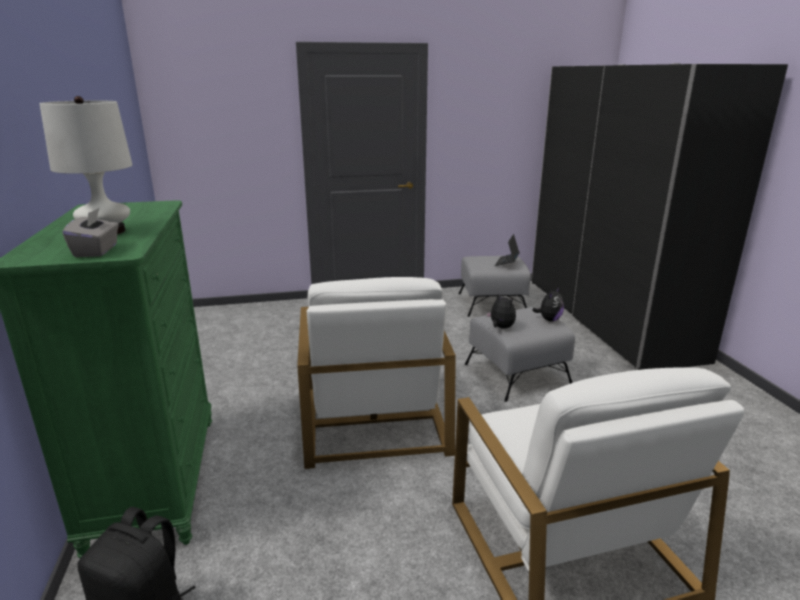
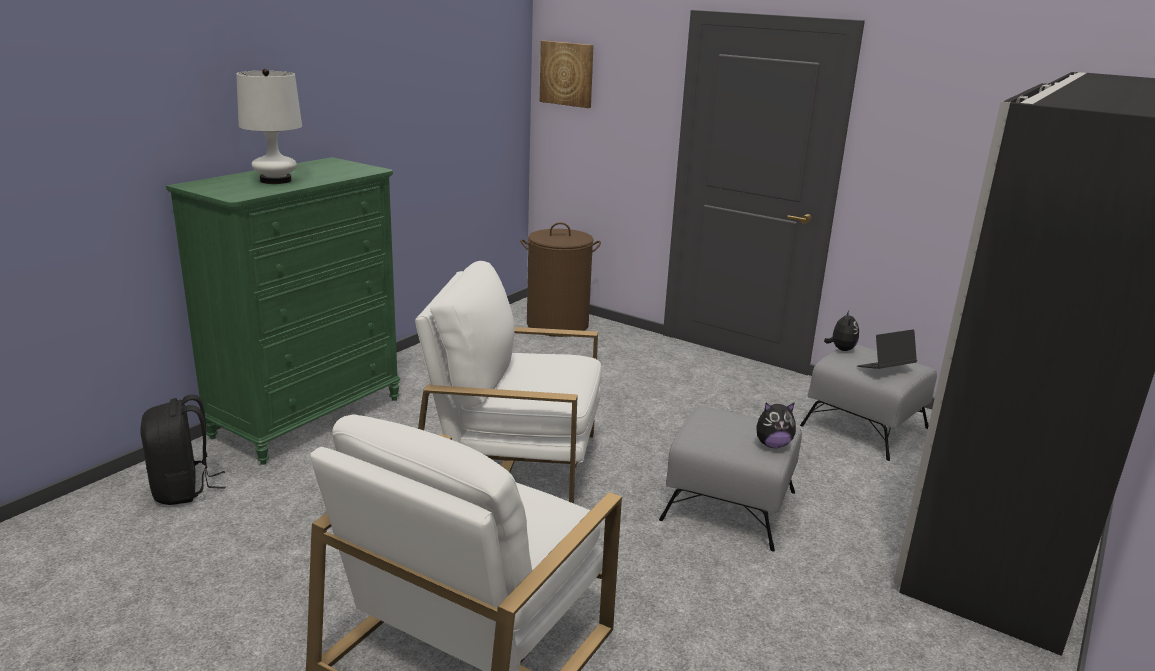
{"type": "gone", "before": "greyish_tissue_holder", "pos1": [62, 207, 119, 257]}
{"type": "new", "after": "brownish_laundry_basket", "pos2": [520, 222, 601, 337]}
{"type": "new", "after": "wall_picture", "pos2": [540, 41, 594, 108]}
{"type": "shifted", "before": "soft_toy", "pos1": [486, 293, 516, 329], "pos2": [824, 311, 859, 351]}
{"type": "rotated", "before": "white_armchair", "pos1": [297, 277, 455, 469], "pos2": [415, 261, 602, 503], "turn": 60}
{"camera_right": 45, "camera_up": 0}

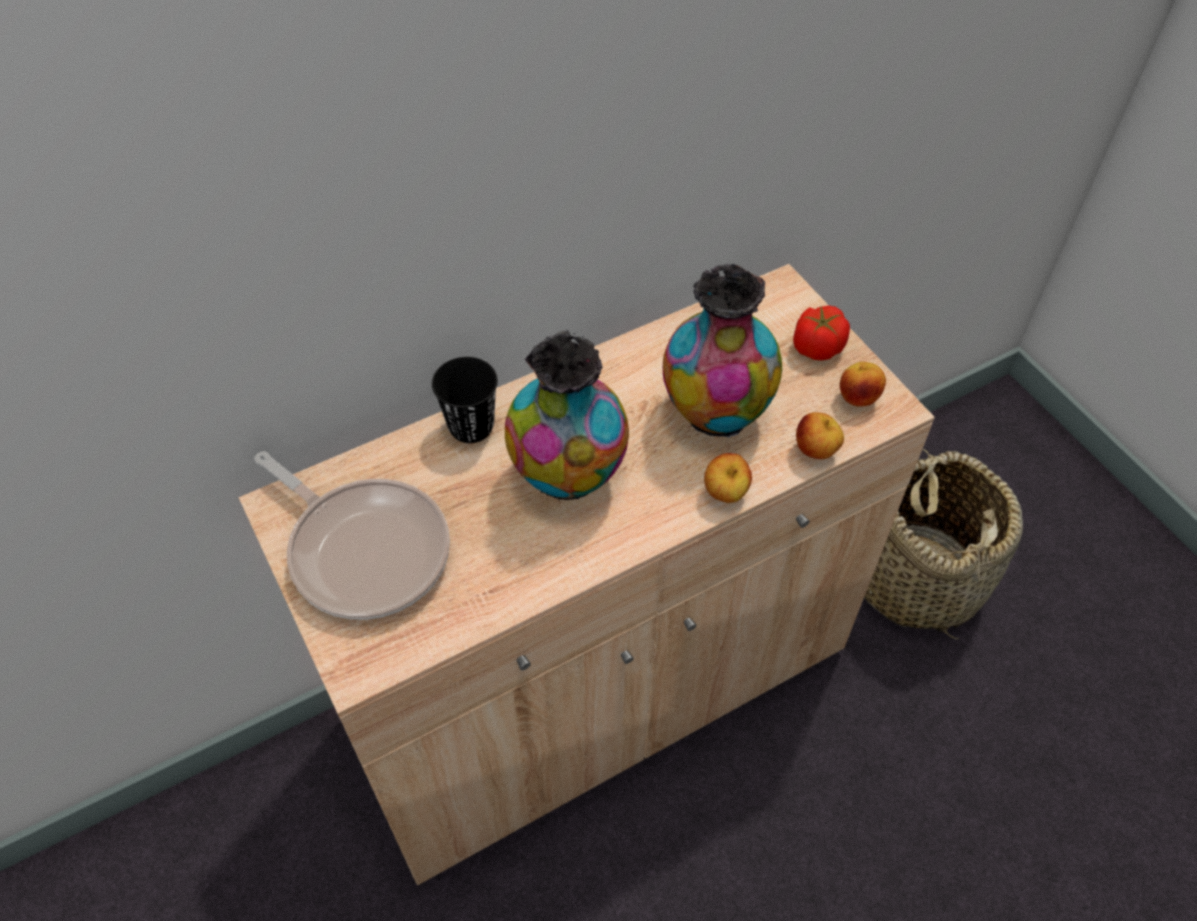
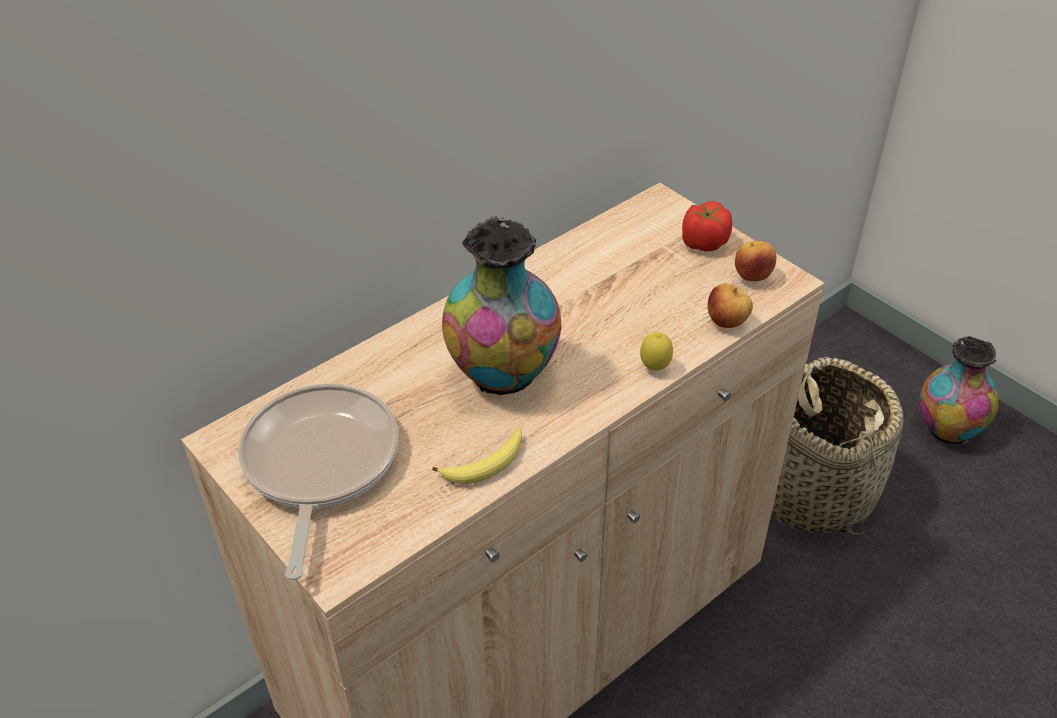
{"type": "gone", "before": "black-coloured_cup", "pos1": [432, 357, 498, 443]}
{"type": "new", "after": "banana_fruit", "pos2": [432, 427, 522, 484]}
{"type": "shifted", "before": "flower_vase", "pos1": [663, 264, 782, 438], "pos2": [920, 336, 999, 444]}
{"type": "swapped", "before": "apple_fruit", "after": "whole_lemon", "pos1": [704, 453, 752, 503], "pos2": [640, 332, 673, 371]}
{"type": "rotated", "before": "pan", "pos1": [254, 451, 450, 620], "pos2": [238, 383, 399, 580], "turn": -120}
{"camera_right": -10, "camera_up": -10}

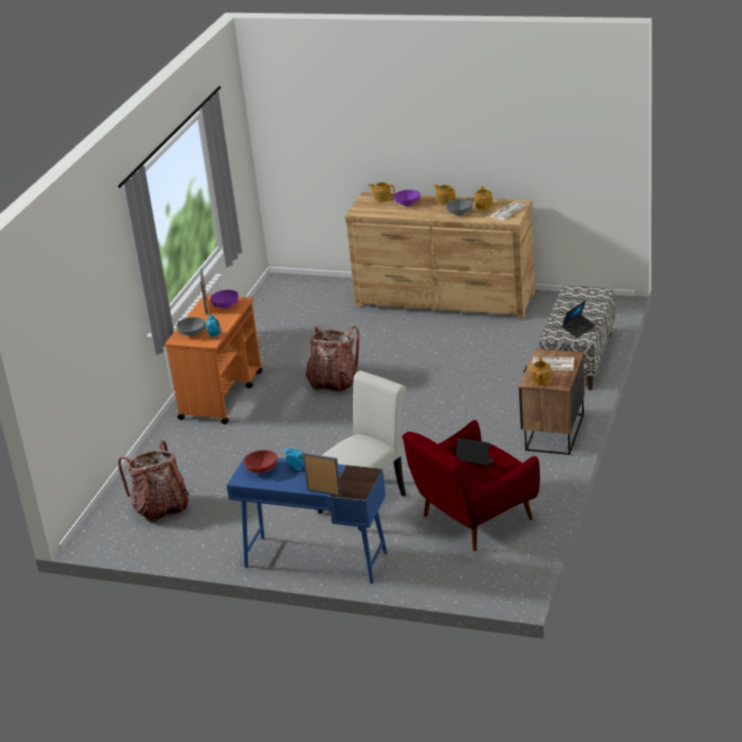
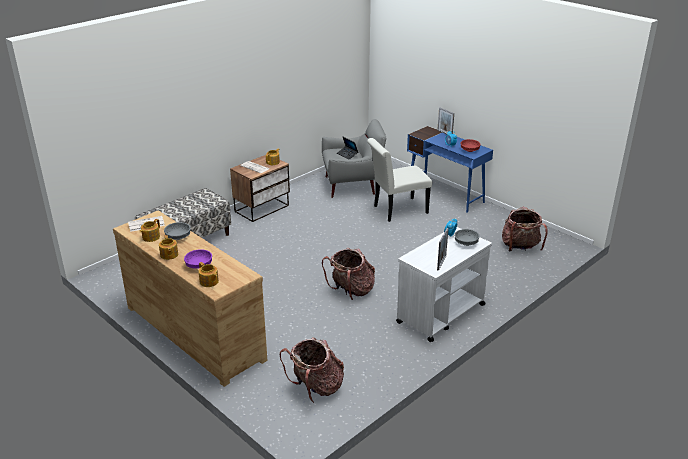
{"type": "gone", "before": "purple_bowl", "pos1": [210, 290, 238, 308]}
{"type": "gone", "before": "notebook_computer", "pos1": [562, 300, 595, 338]}
{"type": "new", "after": "knapsack", "pos2": [280, 337, 344, 403]}
{"type": "repainted", "before": "orangey_trolley", "after": "white_trolley", "pos1": [165, 294, 263, 424], "pos2": [396, 227, 492, 342]}
{"type": "repainted", "before": "reddish_armchair", "after": "greyish_armchair", "pos1": [402, 420, 540, 551], "pos2": [322, 119, 387, 198]}
{"camera_right": -155, "camera_up": 0}

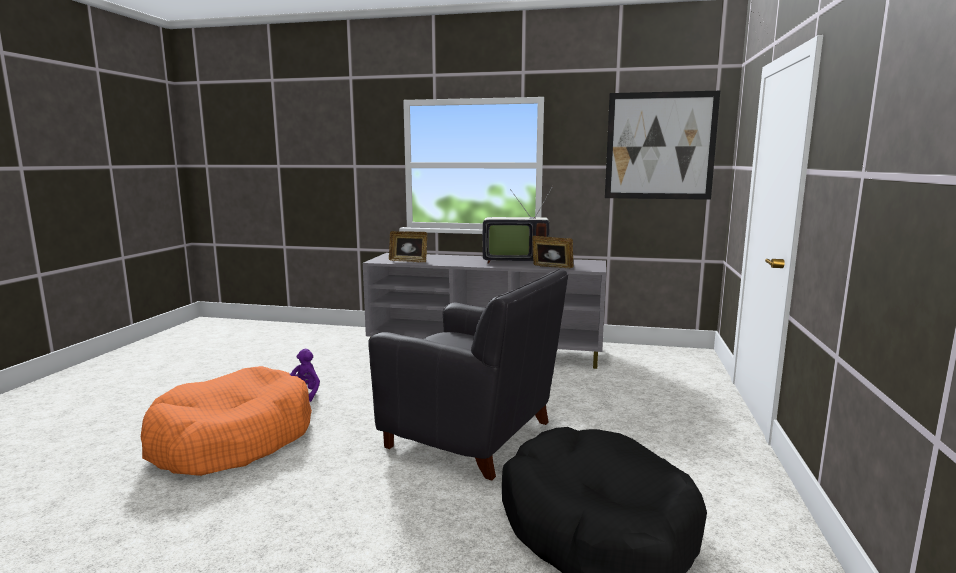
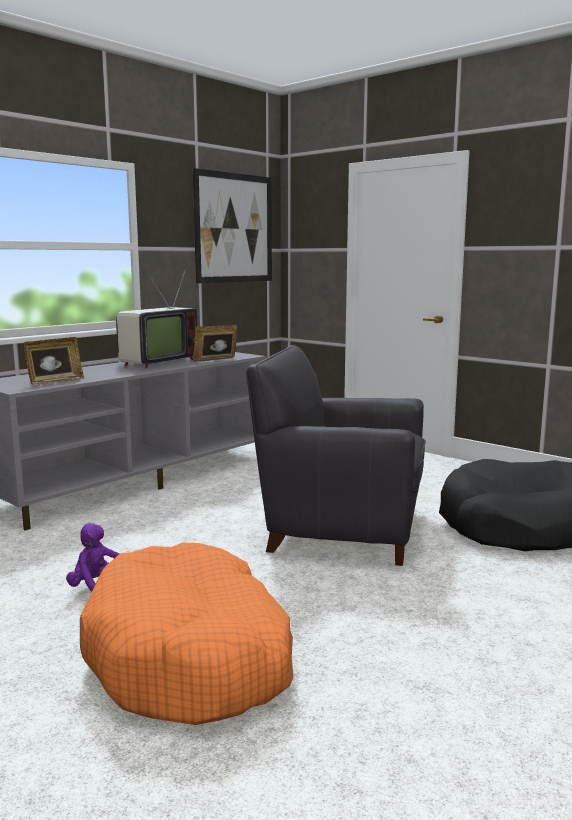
{"type": "rotated", "before": "black-coloured_armchair", "pos1": [368, 269, 568, 481], "pos2": [246, 345, 426, 566], "turn": -135}
{"camera_right": -60, "camera_up": 0}

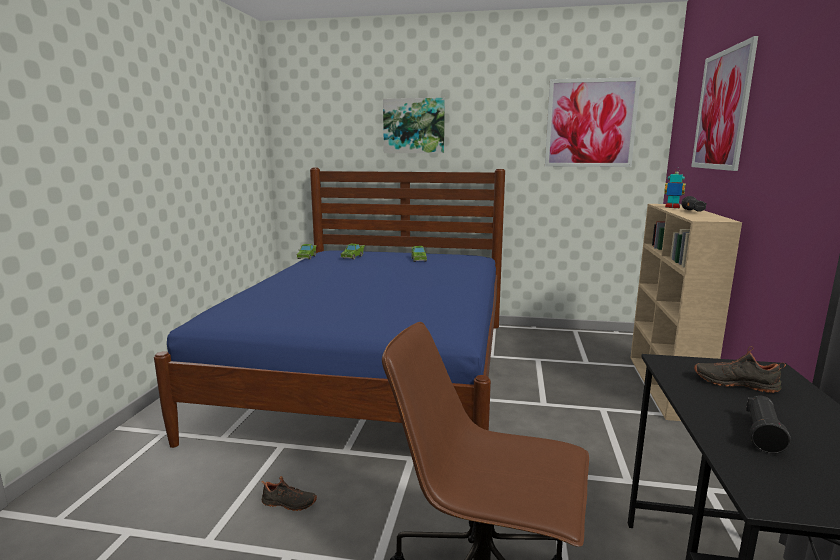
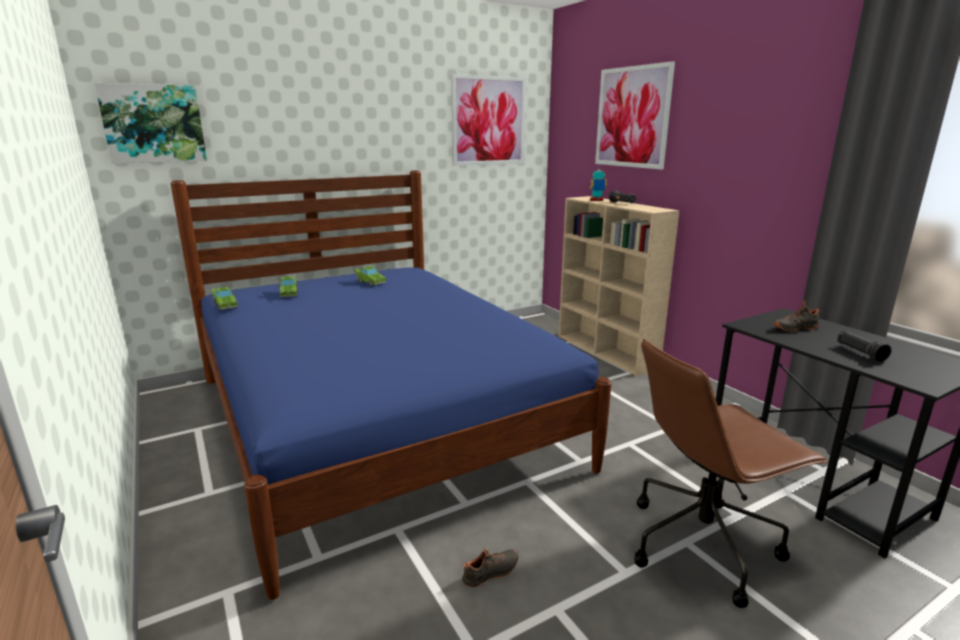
{"type": "shifted", "before": "wall_picture", "pos1": [383, 98, 445, 153], "pos2": [94, 83, 207, 164]}
{"camera_right": -40, "camera_up": 5}

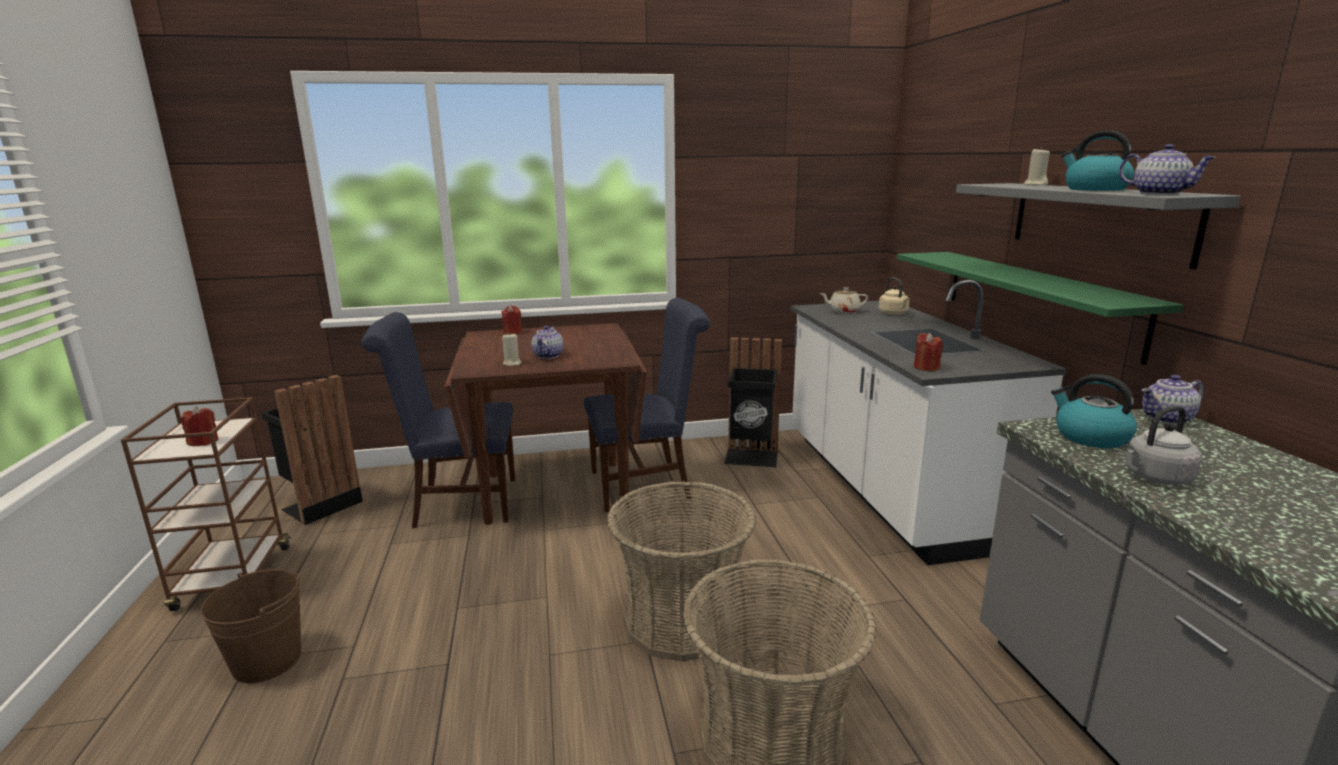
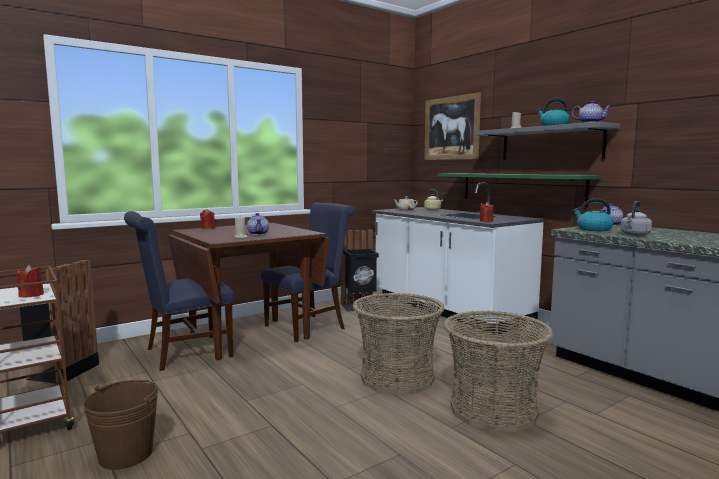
{"type": "new", "after": "wall_picture", "pos2": [424, 92, 481, 160]}
{"camera_right": -25, "camera_up": -10}

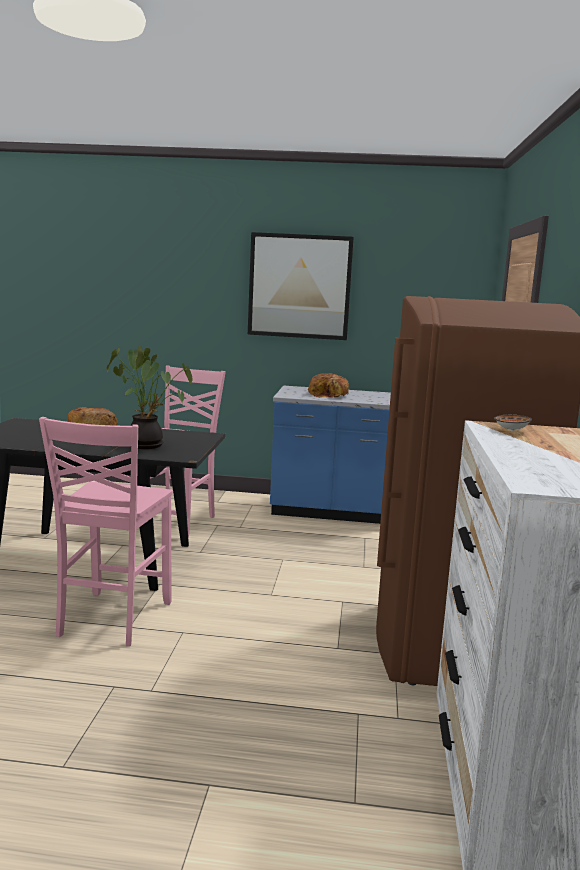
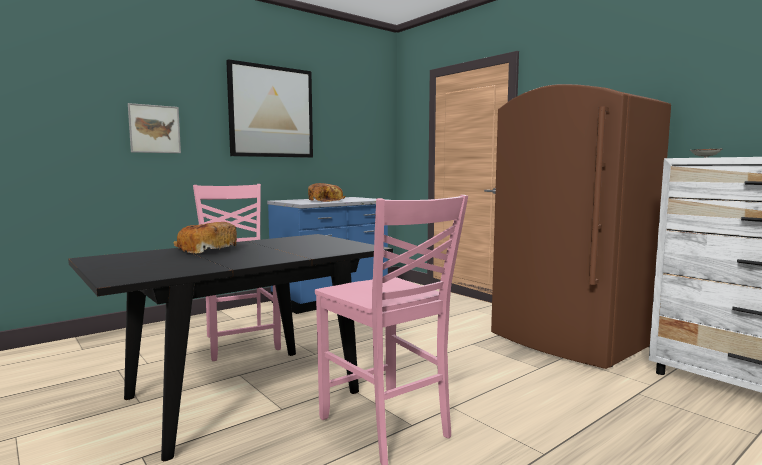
{"type": "gone", "before": "plant_in_a_pot", "pos1": [106, 346, 192, 449]}
{"type": "new", "after": "wall_picture", "pos2": [128, 103, 181, 153]}
{"camera_right": -45, "camera_up": -5}

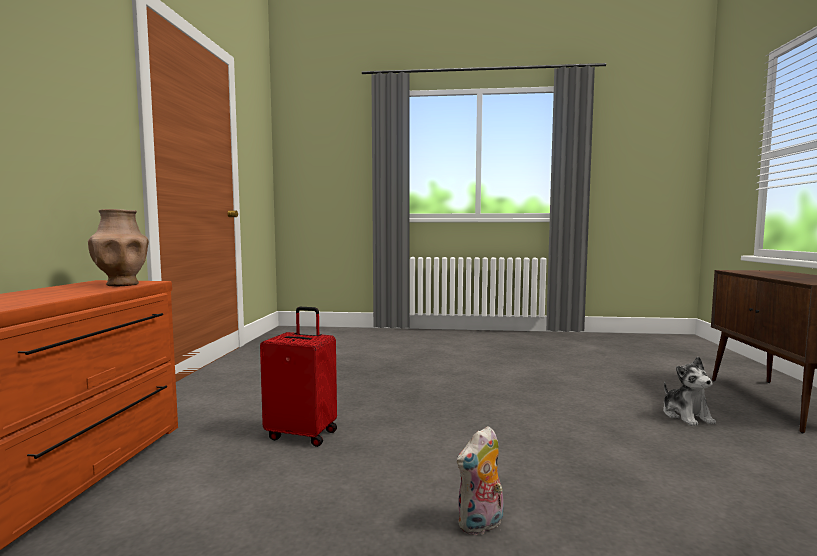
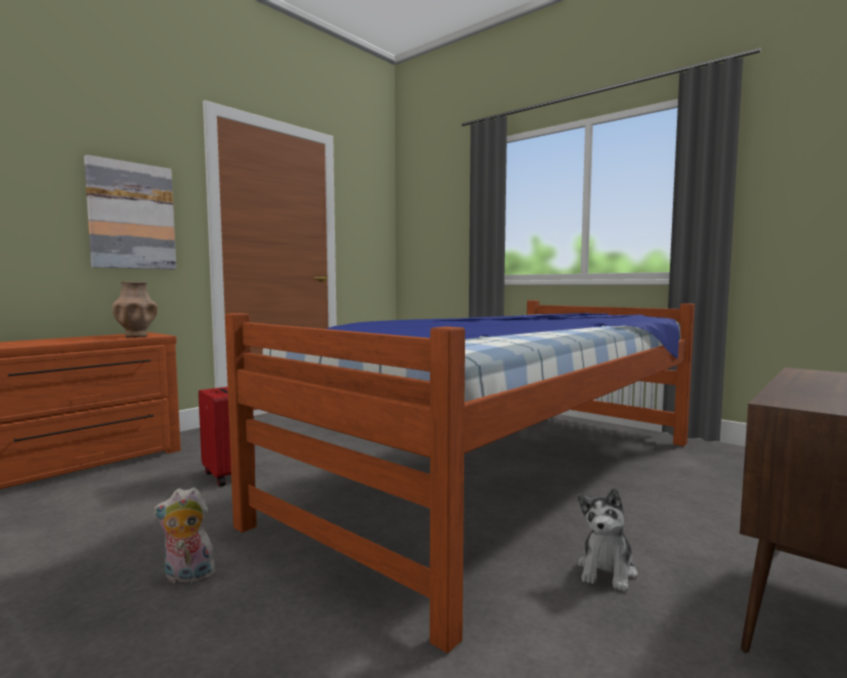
{"type": "new", "after": "wall_picture", "pos2": [84, 155, 176, 269]}
{"type": "new", "after": "sleeping_bed", "pos2": [225, 300, 695, 653]}
{"camera_right": 35, "camera_up": 0}

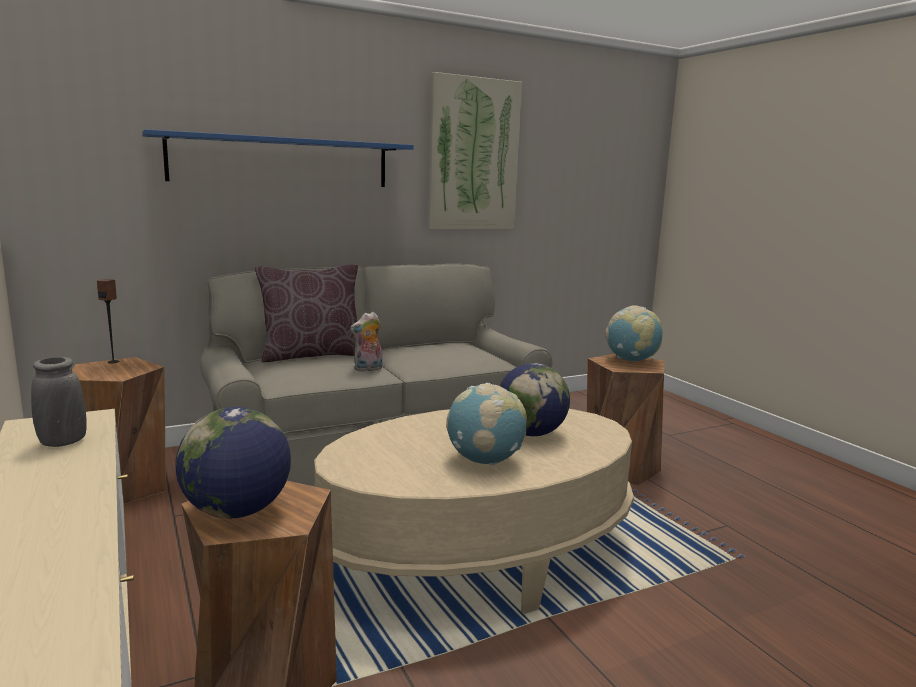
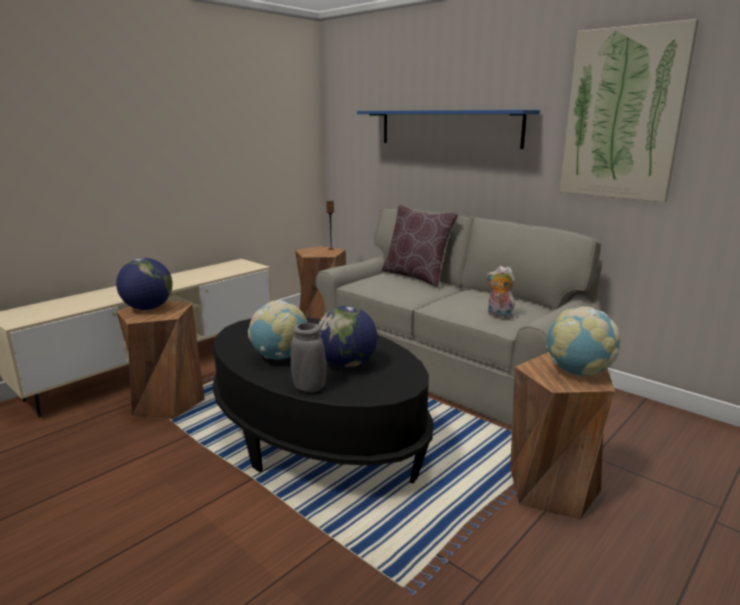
{"type": "shifted", "before": "greyish_flower_vase", "pos1": [31, 357, 87, 447], "pos2": [291, 323, 327, 392]}
{"type": "shifted", "before": "soft_toy", "pos1": [350, 312, 382, 372], "pos2": [486, 266, 515, 319]}
{"type": "repainted", "before": "sand-coloured_coffee_table", "after": "black-coloured_coffee_table", "pos1": [314, 409, 634, 614], "pos2": [212, 317, 434, 483]}
{"camera_right": 70, "camera_up": 5}

